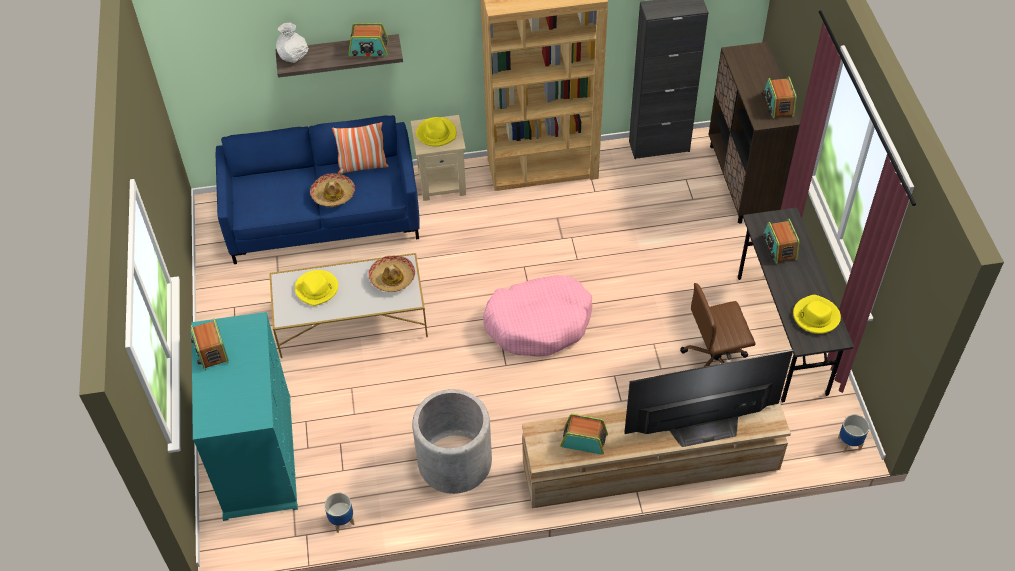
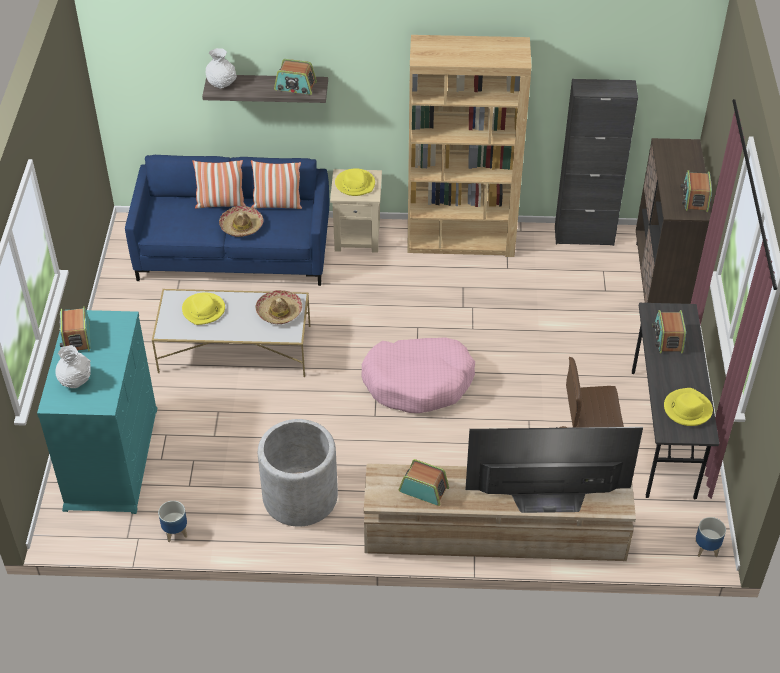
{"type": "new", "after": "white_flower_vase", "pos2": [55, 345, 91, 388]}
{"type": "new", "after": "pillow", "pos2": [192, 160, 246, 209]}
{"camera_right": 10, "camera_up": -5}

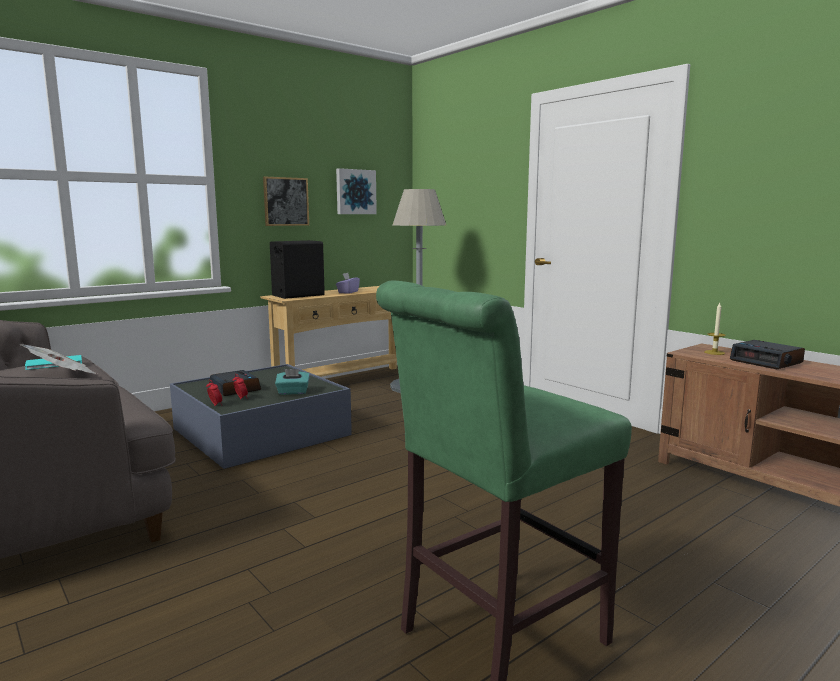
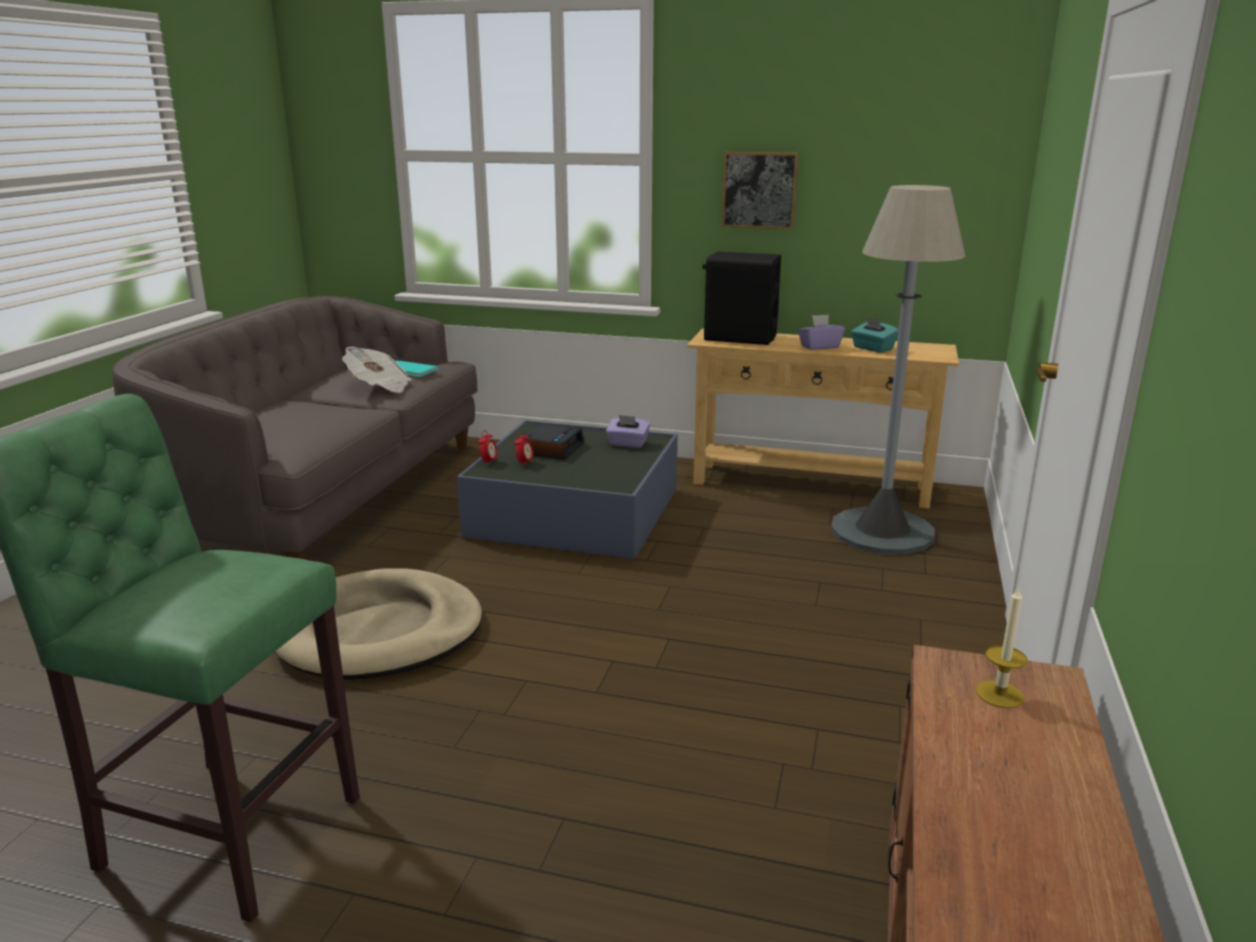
{"type": "gone", "before": "wall_picture", "pos1": [336, 168, 377, 214]}
{"type": "gone", "before": "alarm_clock", "pos1": [730, 340, 805, 369]}
{"type": "new", "after": "sand-coloured_dog_bed", "pos2": [275, 568, 482, 680]}
{"type": "new", "after": "purple_tissue_holder", "pos2": [606, 415, 650, 448]}
{"type": "shifted", "before": "turquoise-coloured_tissue_holder", "pos1": [275, 369, 310, 395], "pos2": [851, 316, 899, 353]}
{"camera_right": 55, "camera_up": 10}

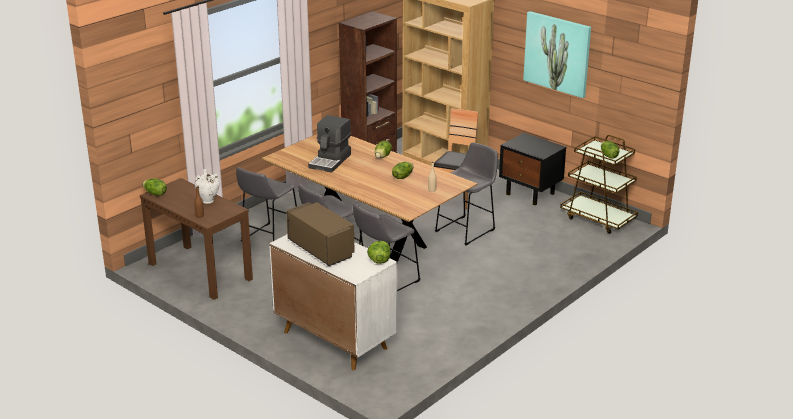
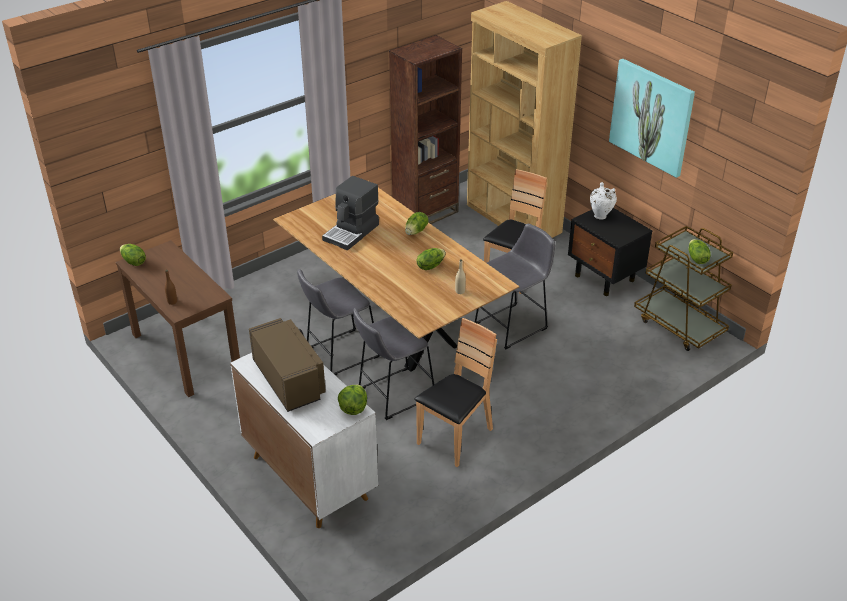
{"type": "gone", "before": "greyish_stool_seat", "pos1": [236, 167, 297, 241]}
{"type": "new", "after": "brownish_plain_chair", "pos2": [415, 318, 497, 467]}
{"type": "shifted", "before": "white_flower_vase", "pos1": [195, 169, 220, 204], "pos2": [590, 182, 617, 219]}
{"camera_right": 10, "camera_up": 10}

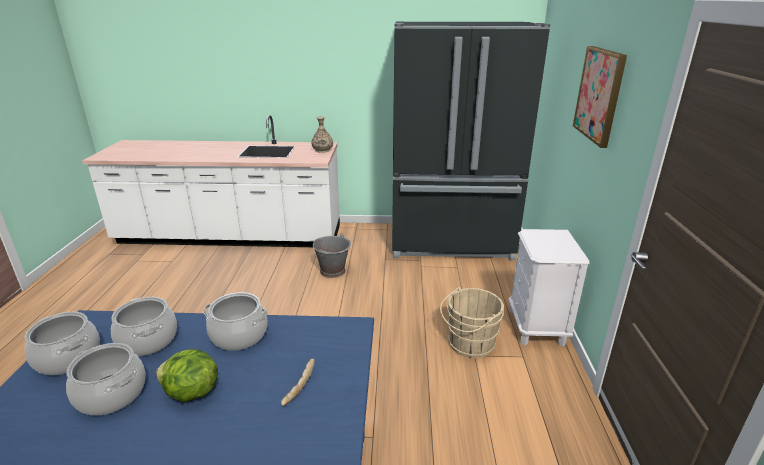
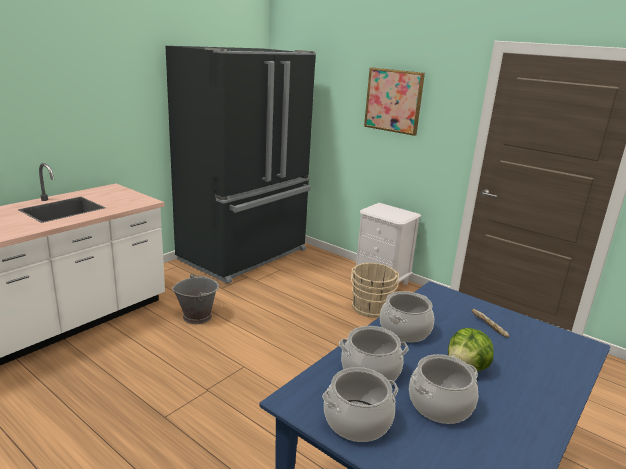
{"type": "gone", "before": "flower_vase", "pos1": [311, 116, 333, 153]}
{"camera_right": -55, "camera_up": -5}

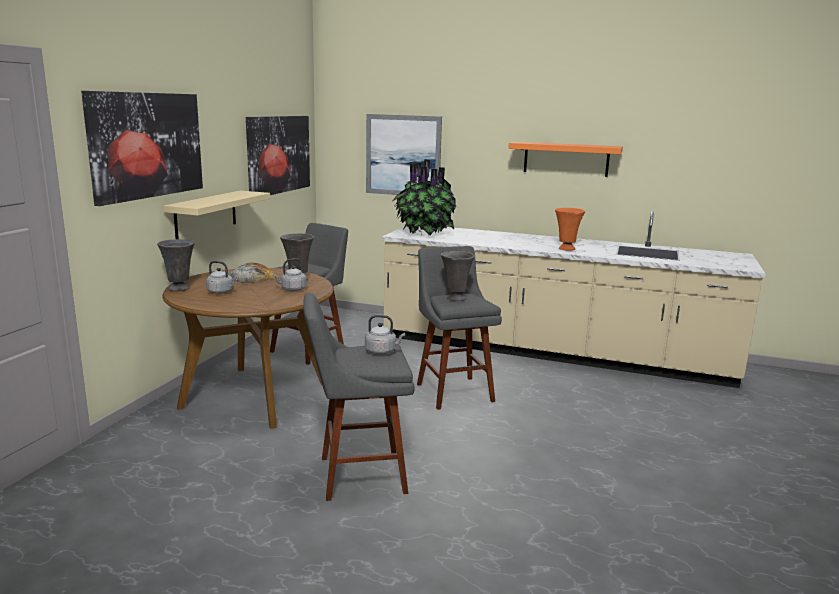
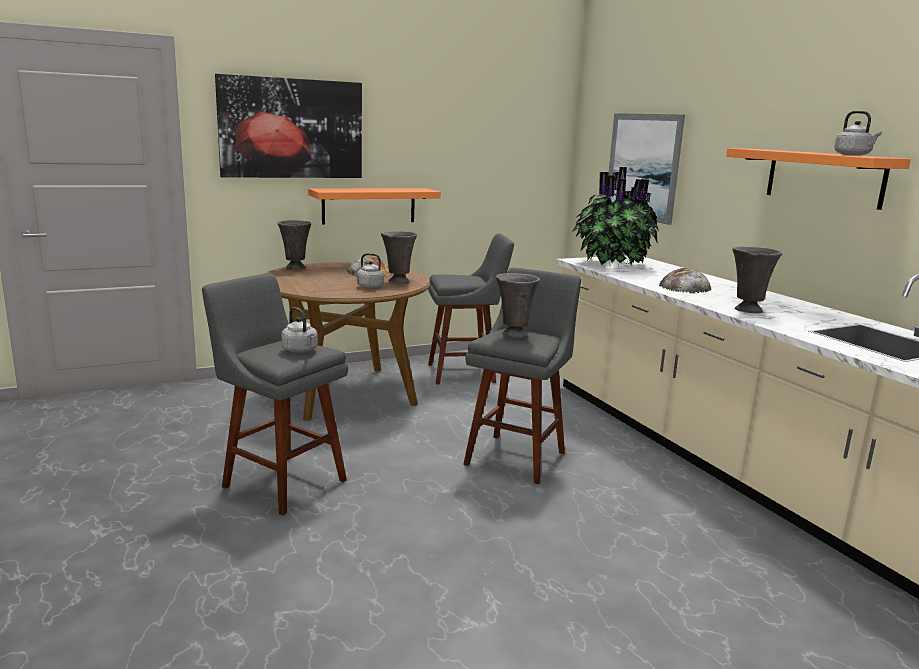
{"type": "gone", "before": "wall_picture", "pos1": [246, 116, 310, 195]}
{"type": "new", "after": "bread", "pos2": [659, 268, 711, 293]}
{"type": "shifted", "before": "greyish_tea_kettle", "pos1": [206, 261, 237, 294], "pos2": [834, 111, 882, 156]}
{"type": "repainted", "before": "sand-coloured_bracket_shelf", "after": "orangey_bracket_shelf", "pos1": [164, 190, 270, 239], "pos2": [308, 188, 441, 225]}
{"type": "repainted", "before": "orangey_flower_vase", "after": "greyish_flower_vase", "pos1": [555, 208, 585, 251], "pos2": [732, 246, 782, 313]}
{"camera_right": 45, "camera_up": 0}

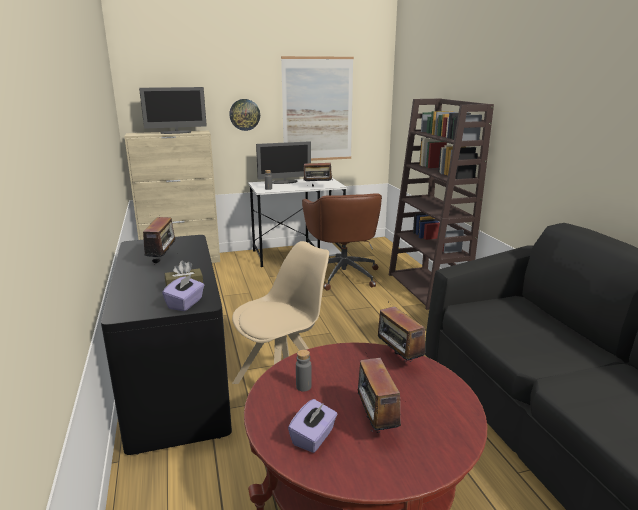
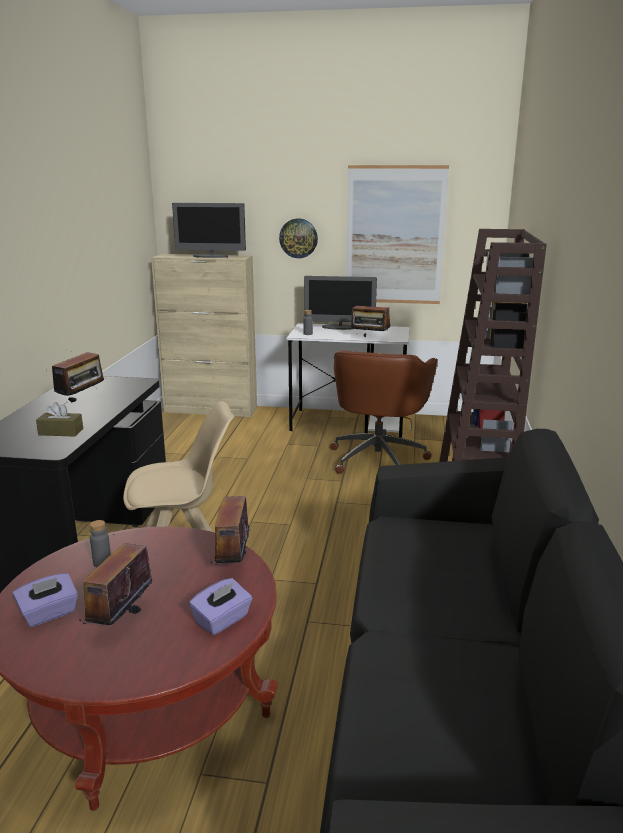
{"type": "shifted", "before": "purple_tissue_holder", "pos1": [162, 274, 204, 311], "pos2": [189, 578, 253, 635]}
{"camera_right": 25, "camera_up": 0}

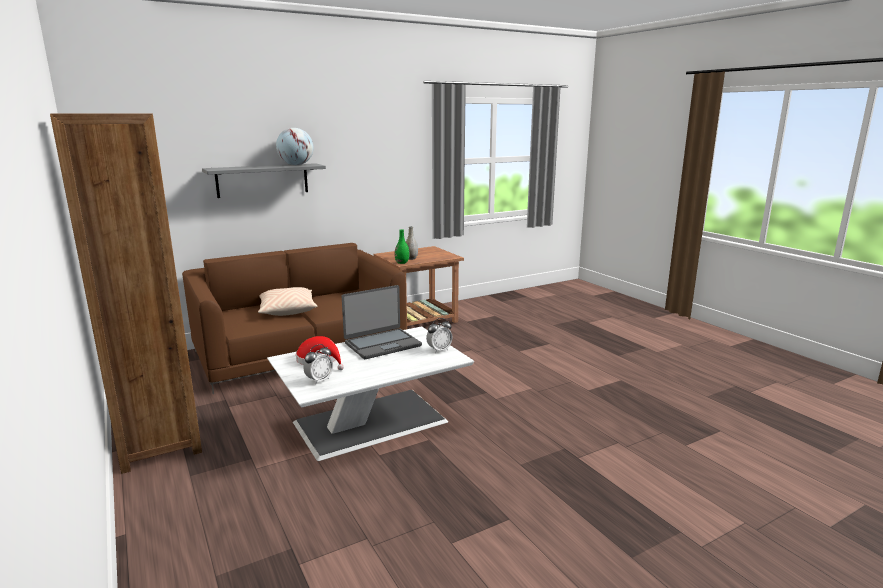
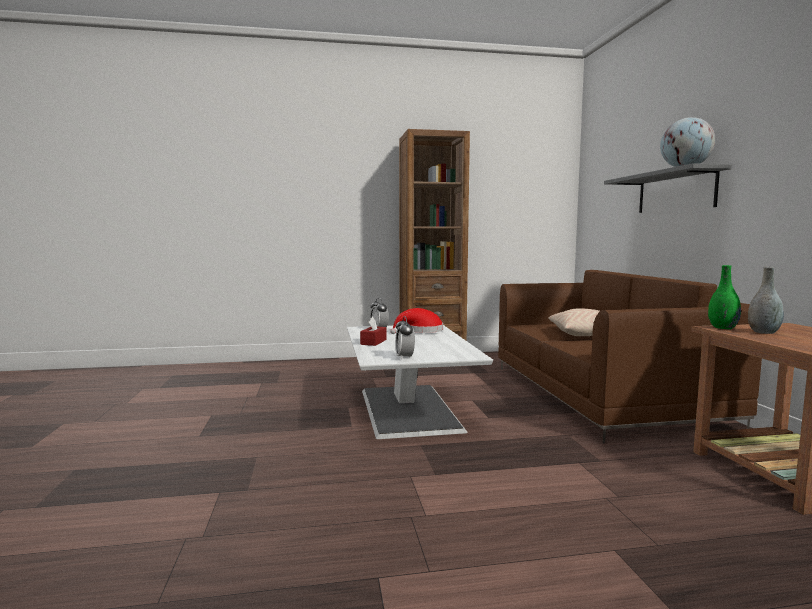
{"type": "gone", "before": "notebook_computer", "pos1": [342, 285, 422, 359]}
{"type": "new", "after": "reddish_tissue_holder", "pos2": [360, 316, 387, 346]}
{"camera_right": 110, "camera_up": -10}

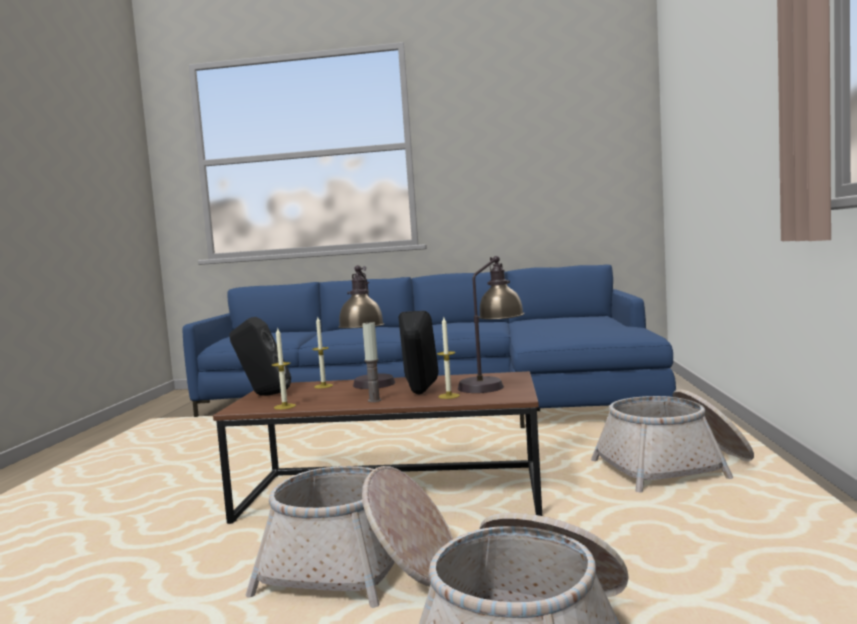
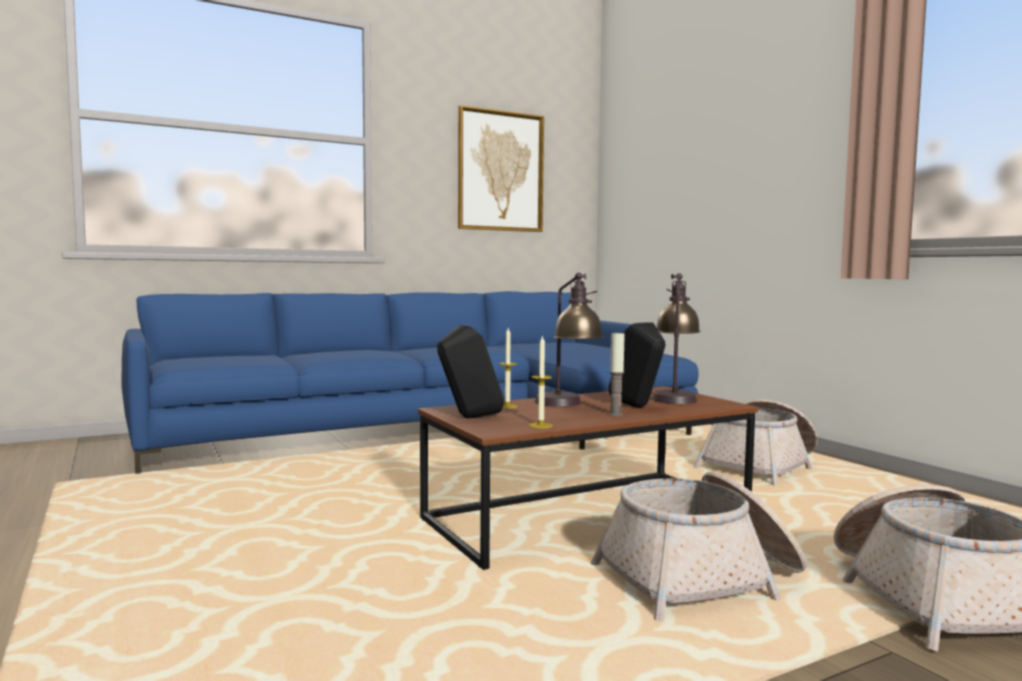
{"type": "gone", "before": "wax_candle", "pos1": [437, 317, 460, 399]}
{"type": "new", "after": "wall_picture", "pos2": [458, 105, 544, 232]}
{"camera_right": -35, "camera_up": 0}

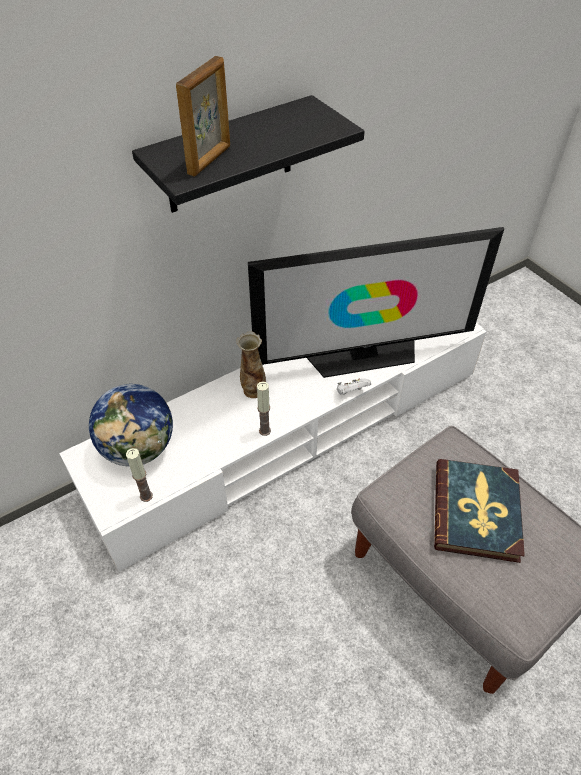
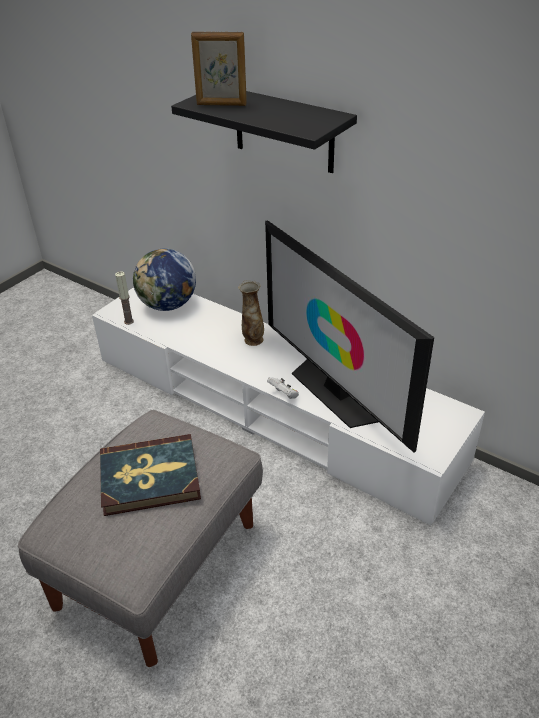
{"type": "gone", "before": "wax_candle", "pos1": [257, 382, 271, 436]}
{"camera_right": 70, "camera_up": -10}

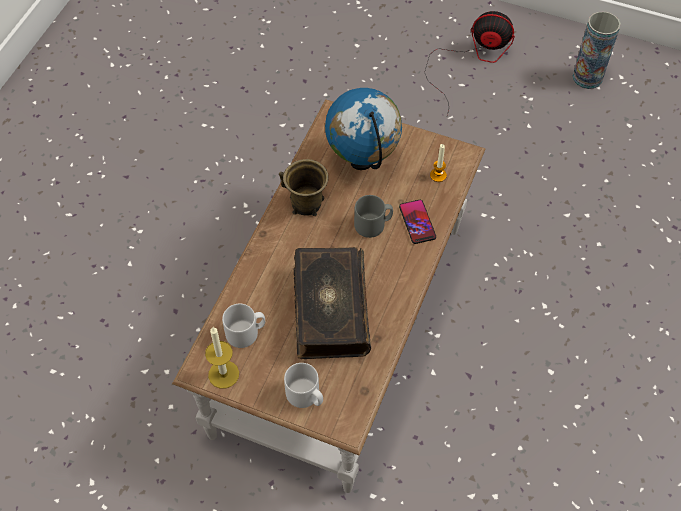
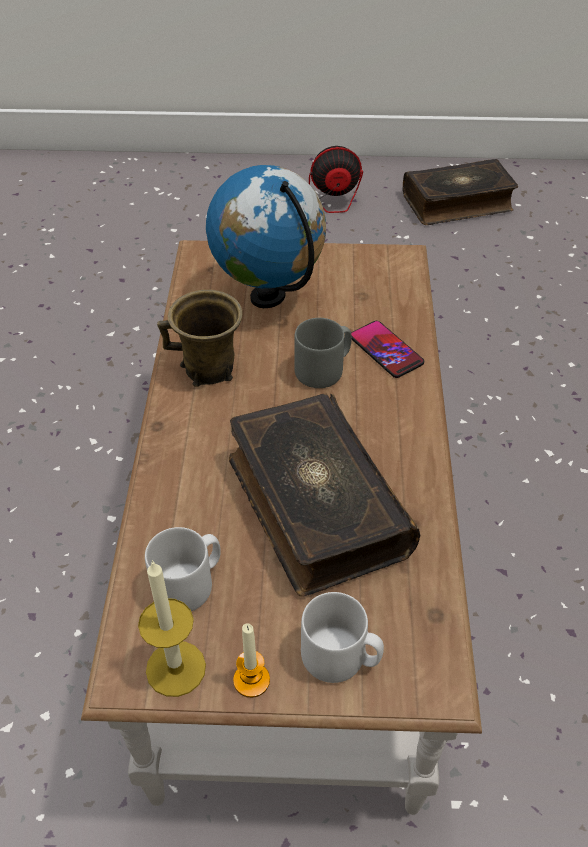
{"type": "shifted", "before": "wax_candle", "pos1": [430, 144, 447, 182], "pos2": [233, 623, 270, 698]}
{"type": "swapped", "before": "flower_vase", "after": "book", "pos1": [572, 11, 621, 89], "pos2": [403, 159, 518, 225]}
{"camera_right": -20, "camera_up": -10}

